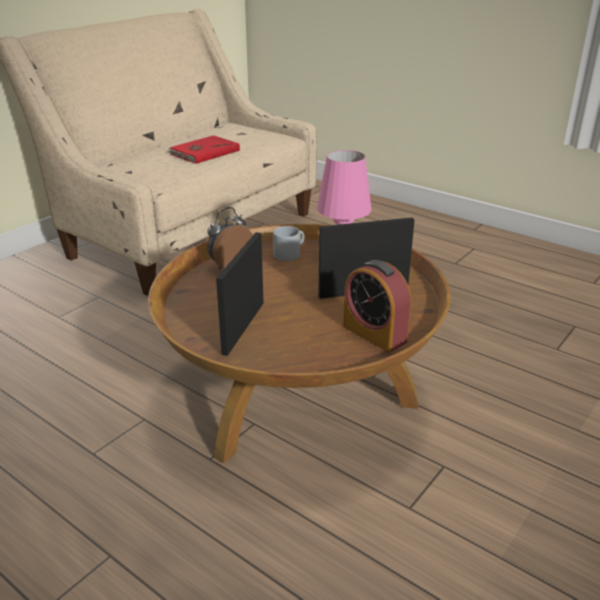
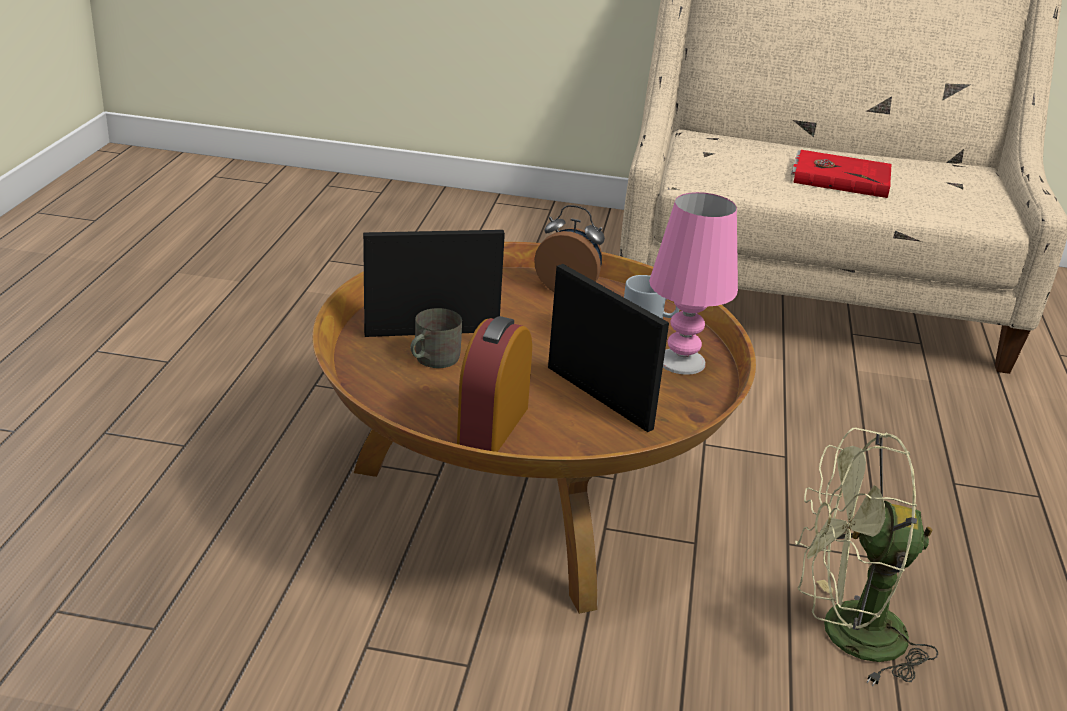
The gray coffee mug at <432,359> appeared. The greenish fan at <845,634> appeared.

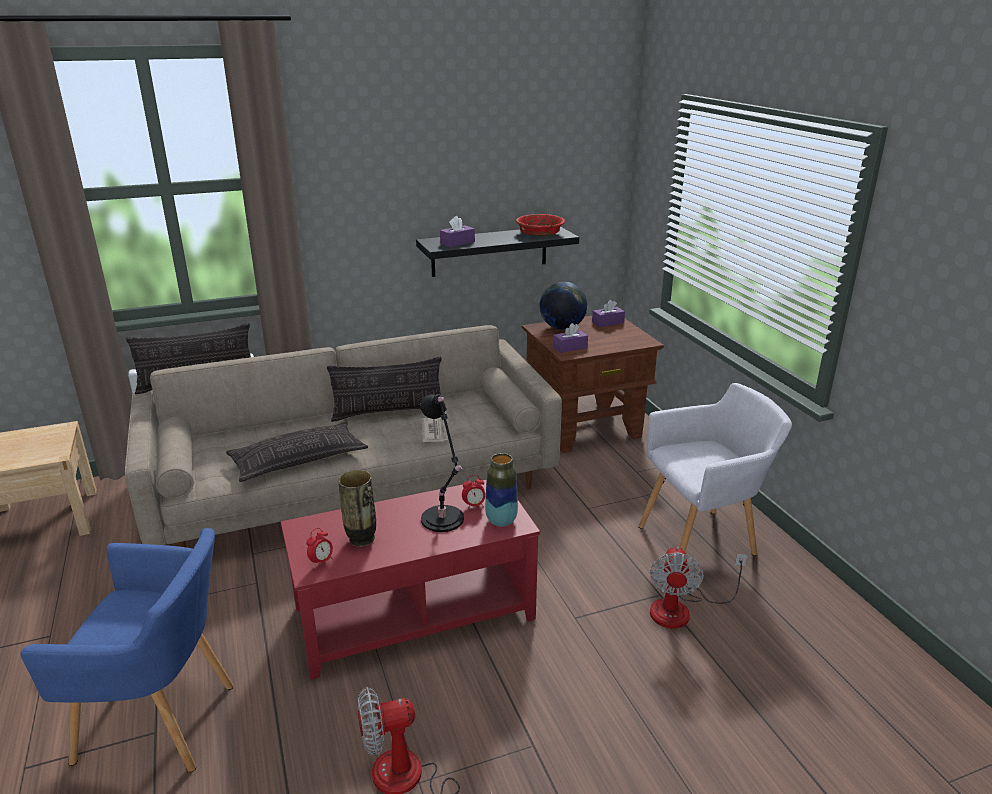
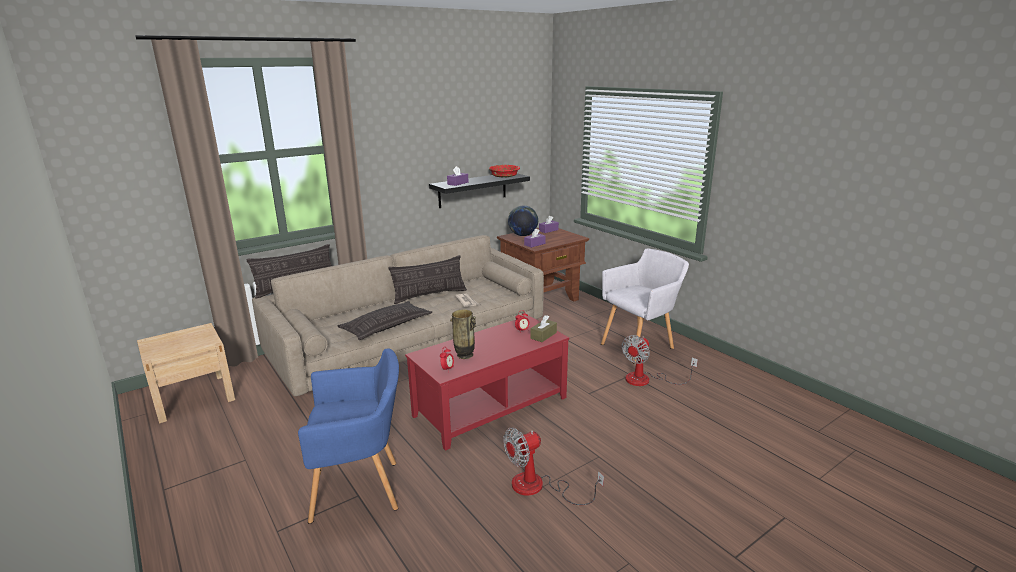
The black-coloured lamp for a table at <443,521> disappeared. The decorative vase at <501,521> was replaced by the brown-coloured box of tissues at <543,335>. The fan at <682,609> turned 45 degrees clockwise.

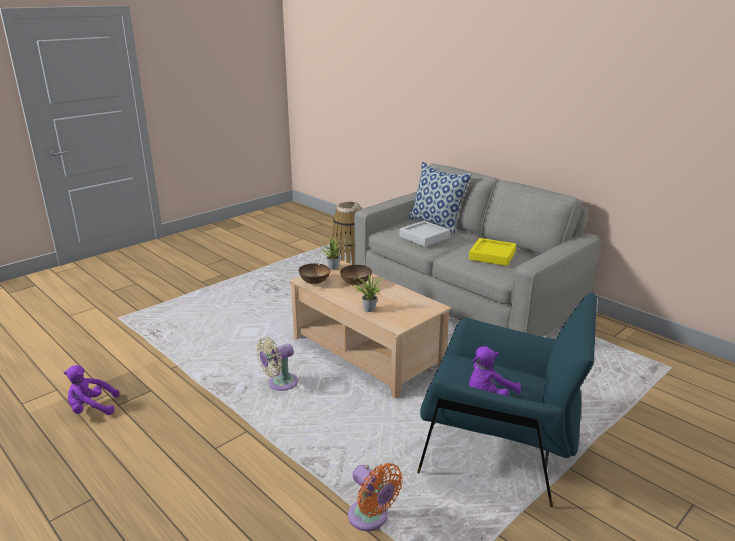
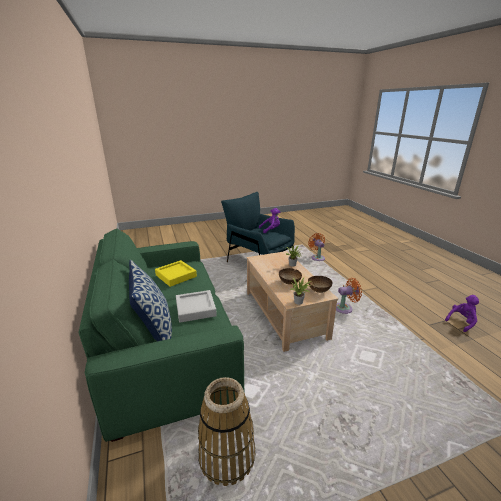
The beige-coloured fan at <279,384> became the orangey fan at <345,308>. The gray couch at <466,294> became the greenish couch at <167,344>. The purplish cuddly toy at <92,408> turned 45 degrees counterclockwise.

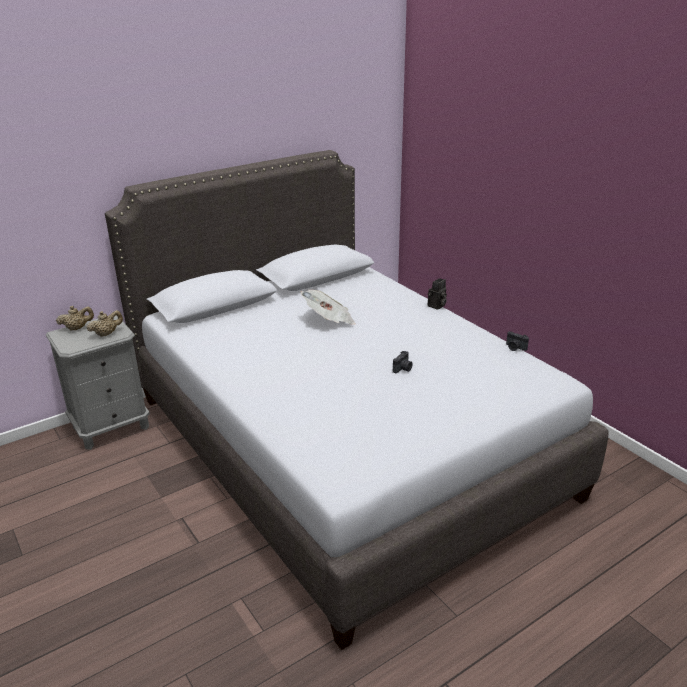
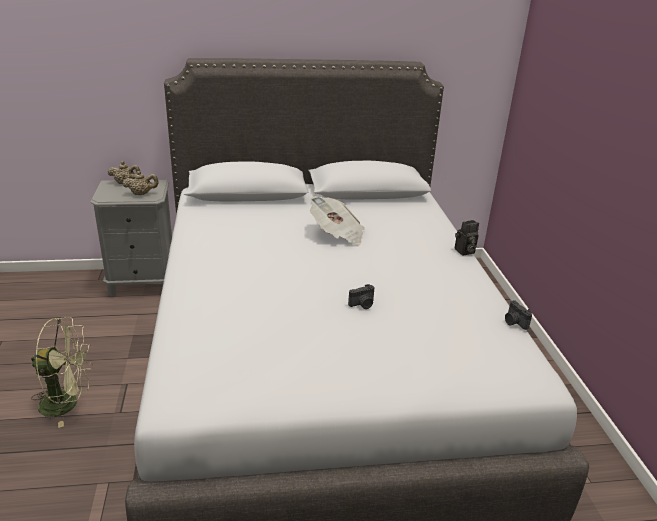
The greenish fan at <67,403> appeared.

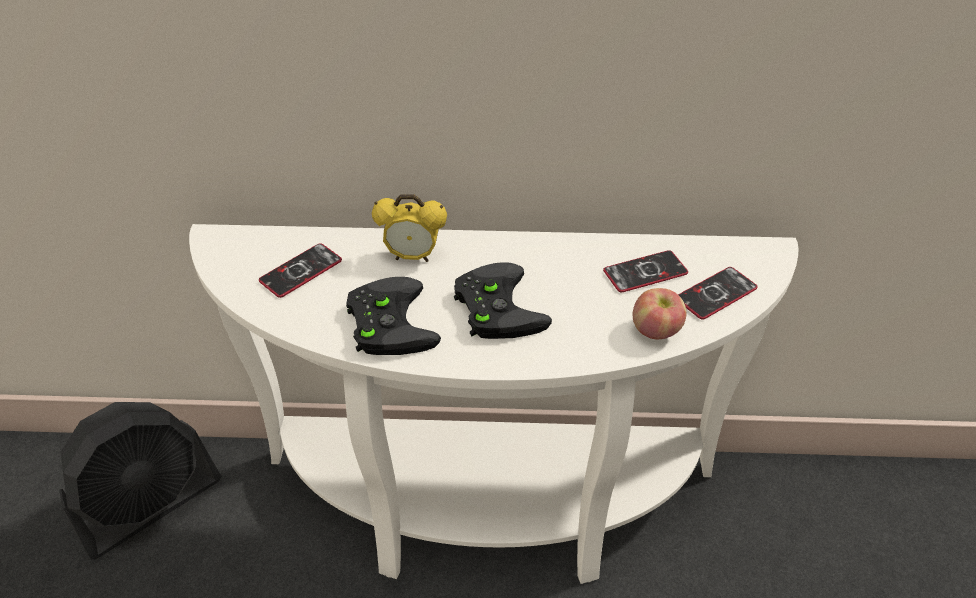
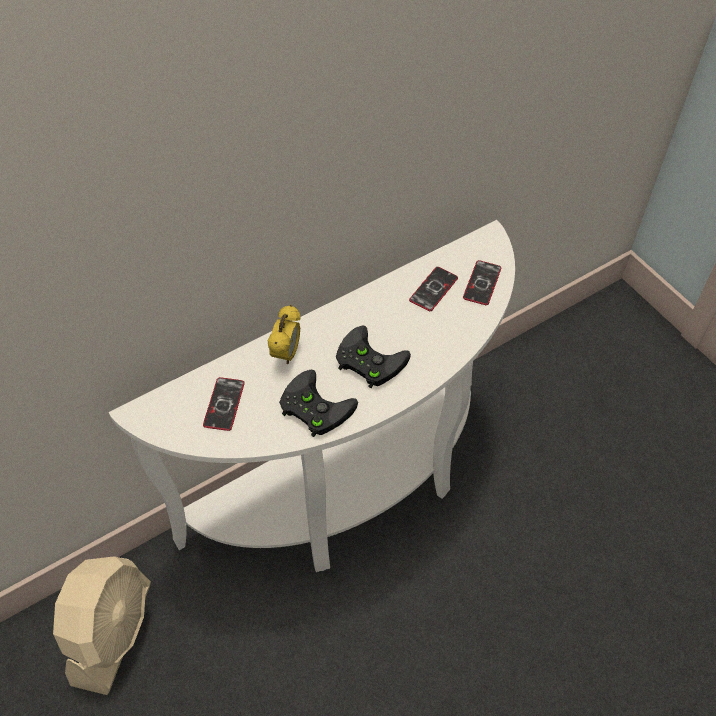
The whole apple at <655,330> disappeared. The black-coloured fan at <151,504> became the beige-coloured fan at <113,632>. The table clock at <413,257> turned 45 degrees counterclockwise.

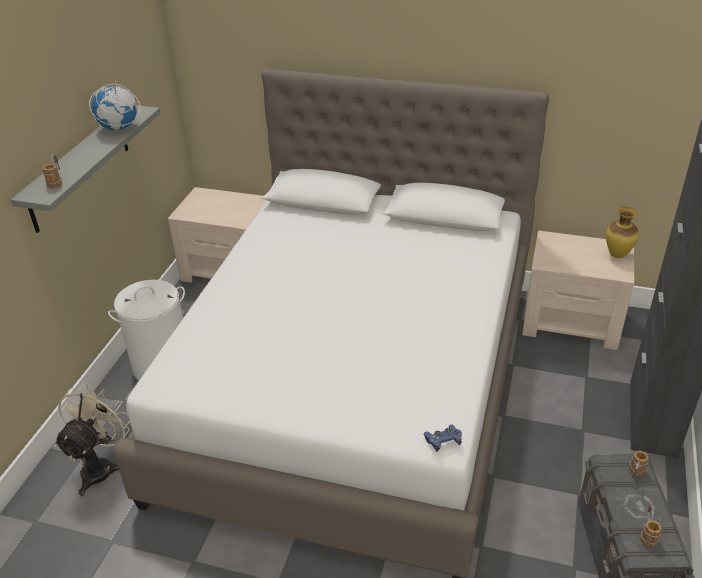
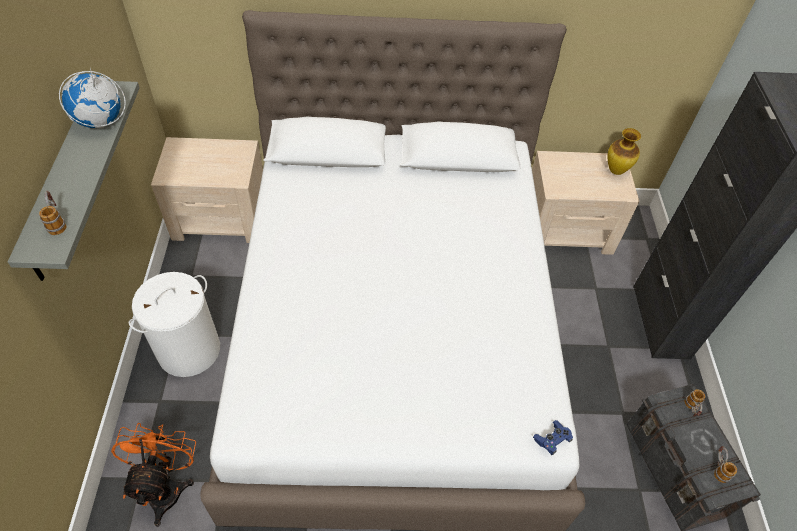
The beige-coloured fan at <101,466> became the orangey fan at <167,486>.

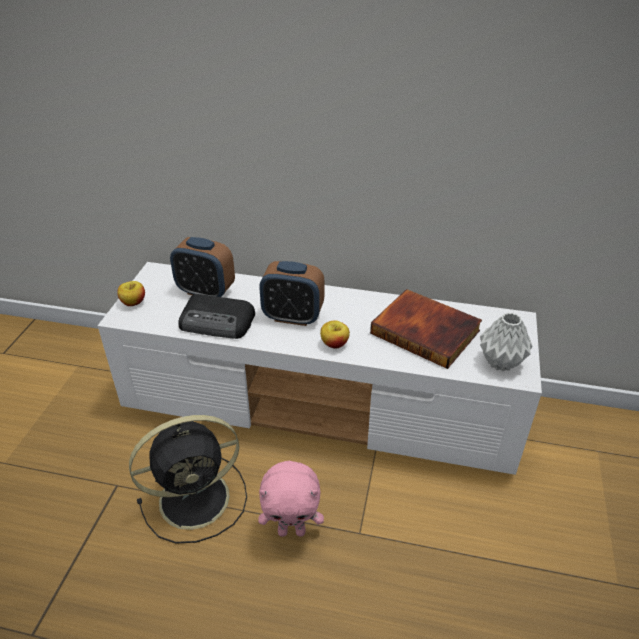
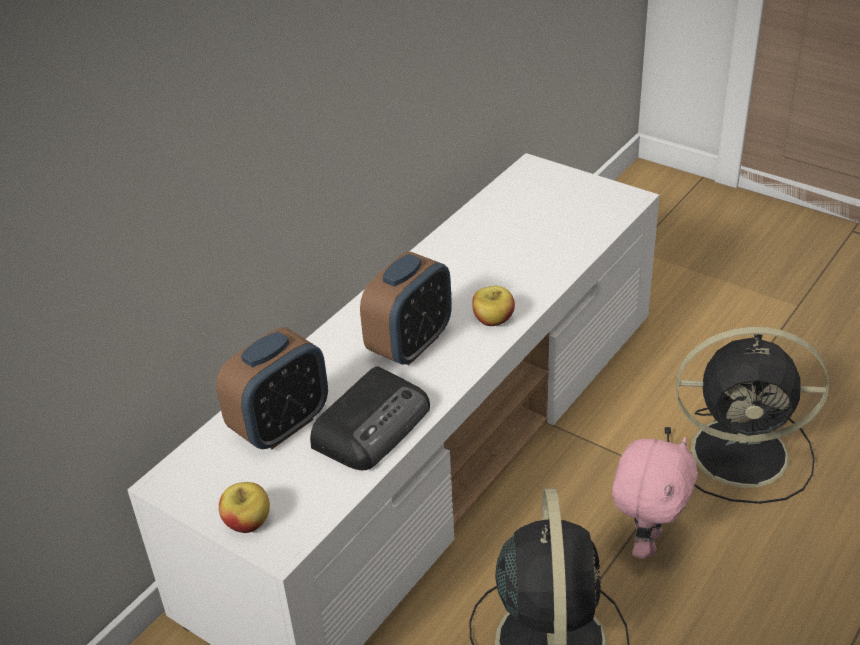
The volume at <426,331> disappeared. The gray decorative vase at <499,362> disappeared. The black-coloured fan at <744,453> appeared.

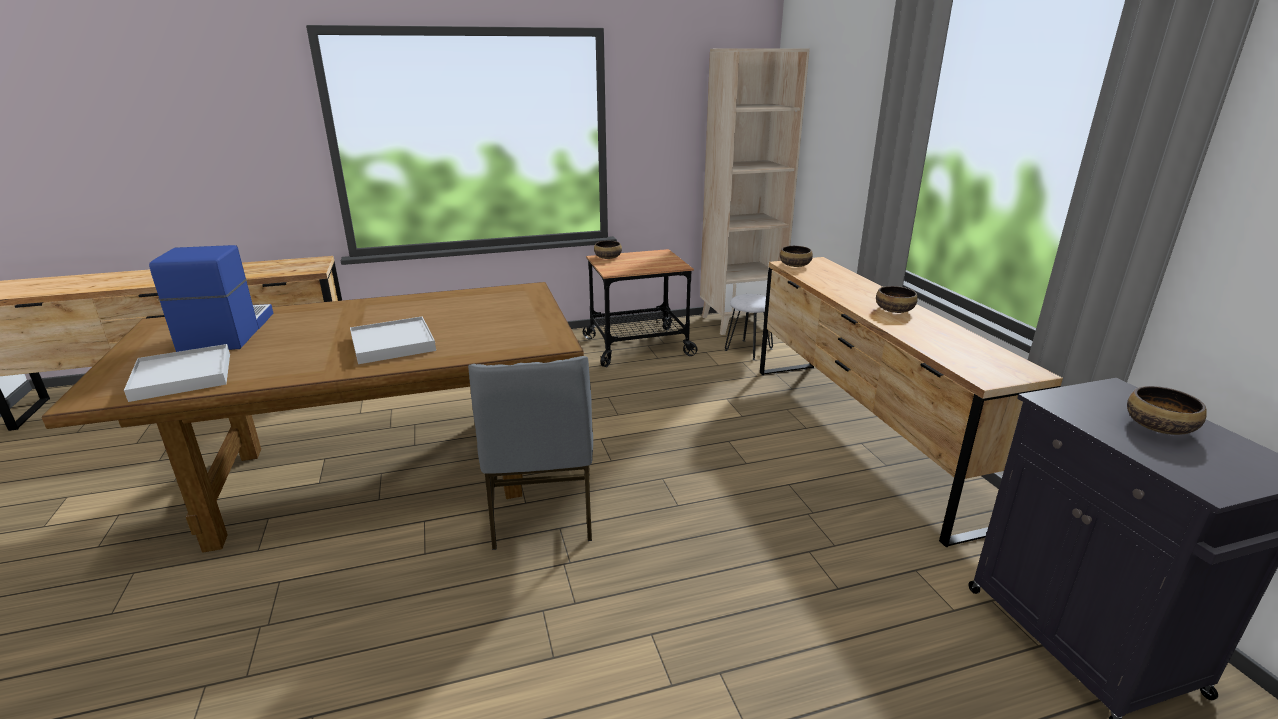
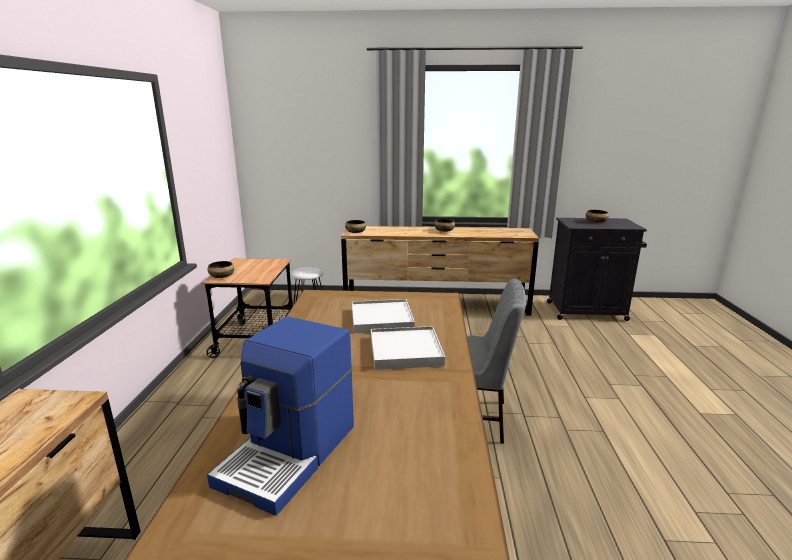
The beige-coloured bookcase at <739,322> disappeared. The whitish carrying tray moved from <182,376> to <381,319>. The coffee machine at <226,332> turned 75 degrees counterclockwise.

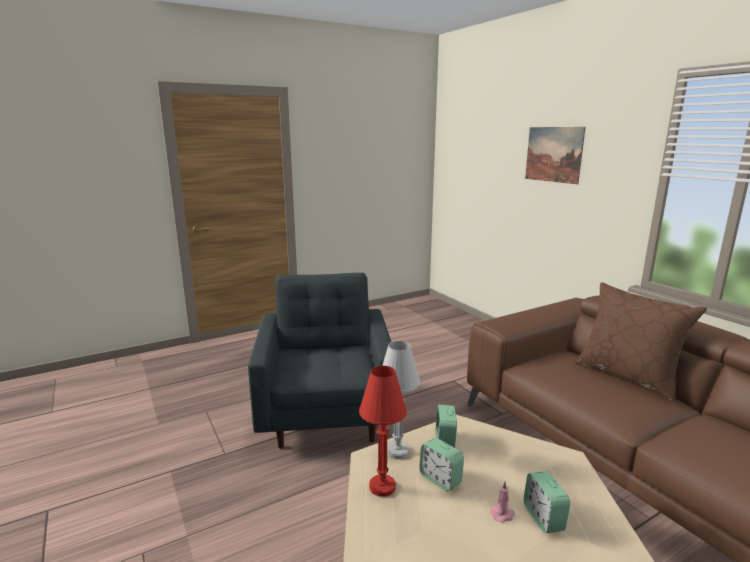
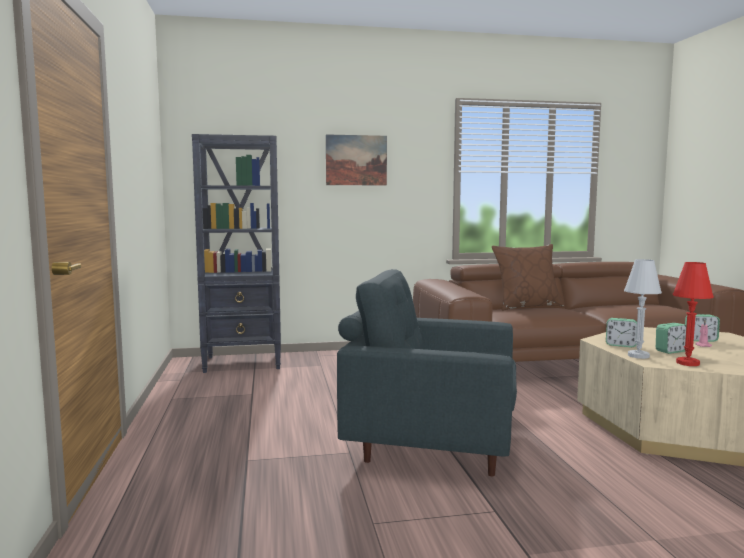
The black-coloured bookcase at <244,363> appeared.

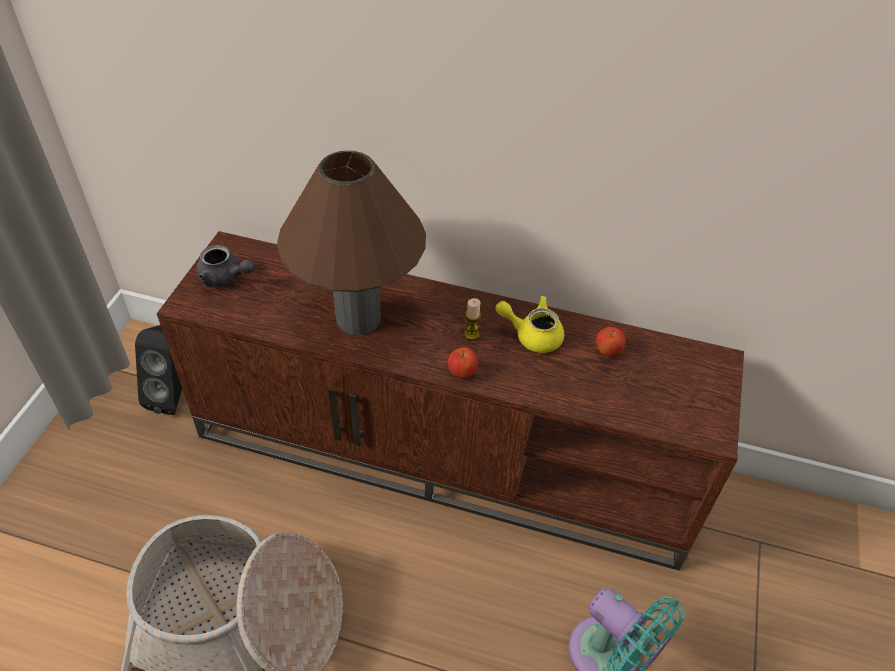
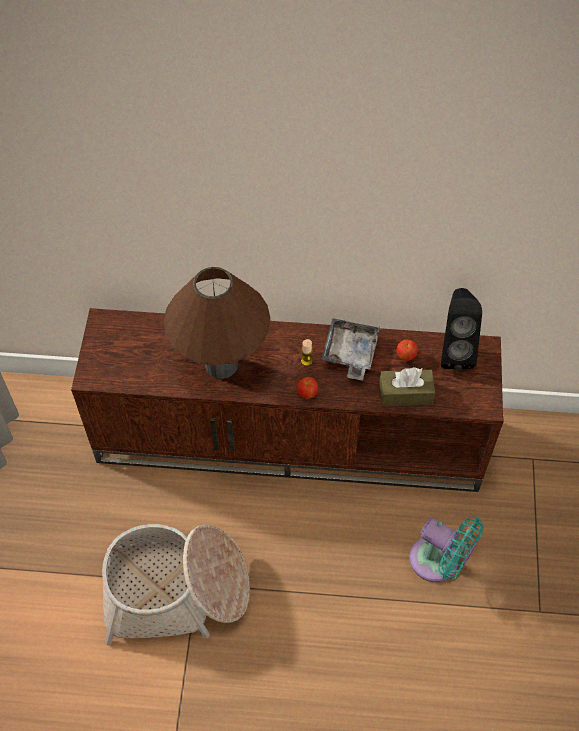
The gray tea pot at <225,278> disappeared. The brown-coloured box of tissues at <405,393> appeared. The black-coloured loudspeaker moved from <174,395> to <454,350>. The yellow tea pot at <532,335> was replaced by the gray carrying tray at <350,353>.

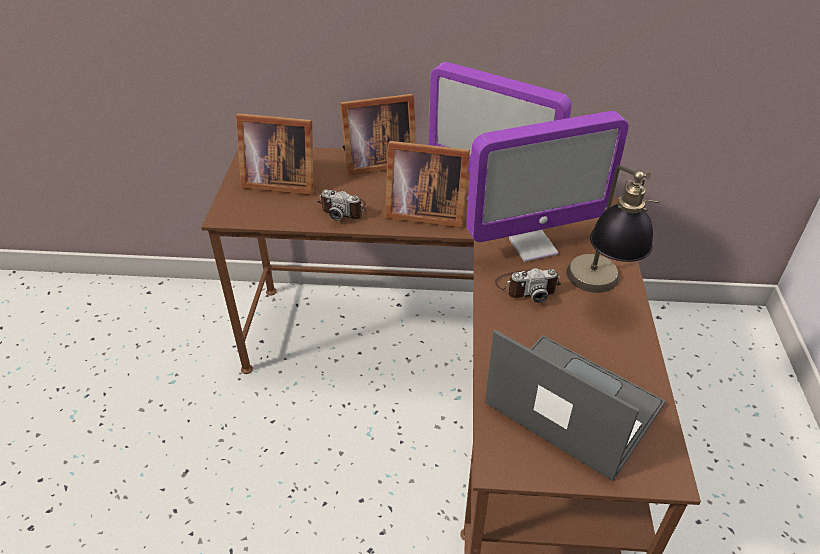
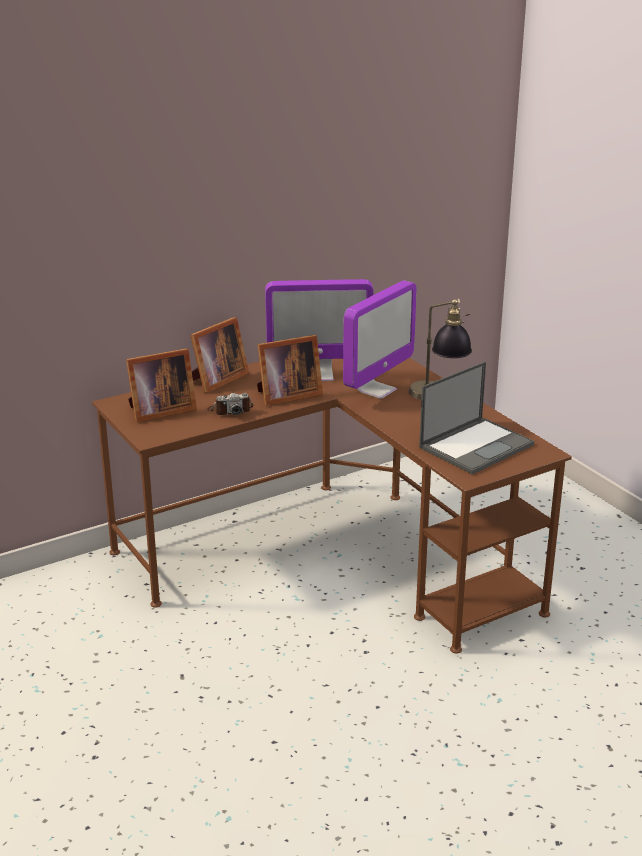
The photo camera at <526,287> disappeared. The portable computer at <571,403> turned 135 degrees clockwise.

